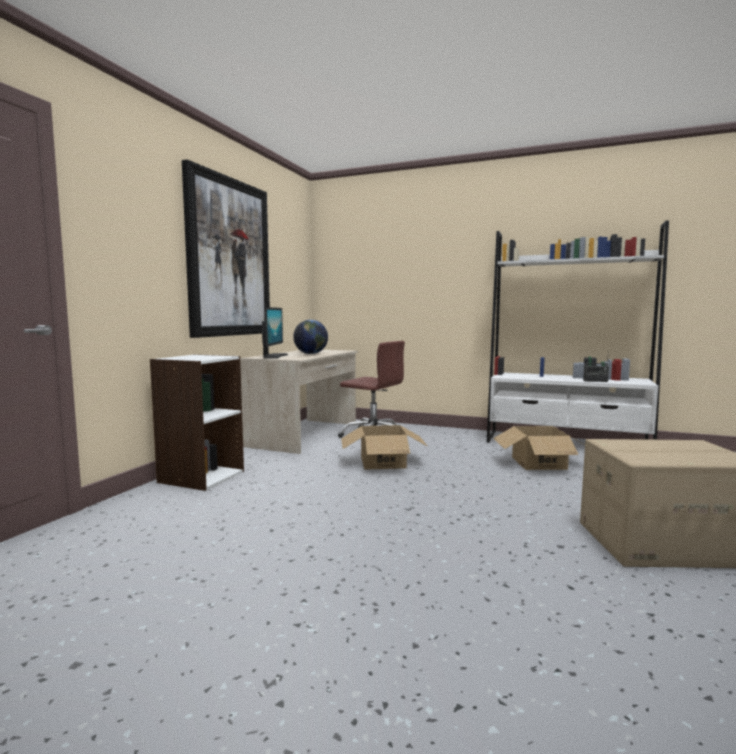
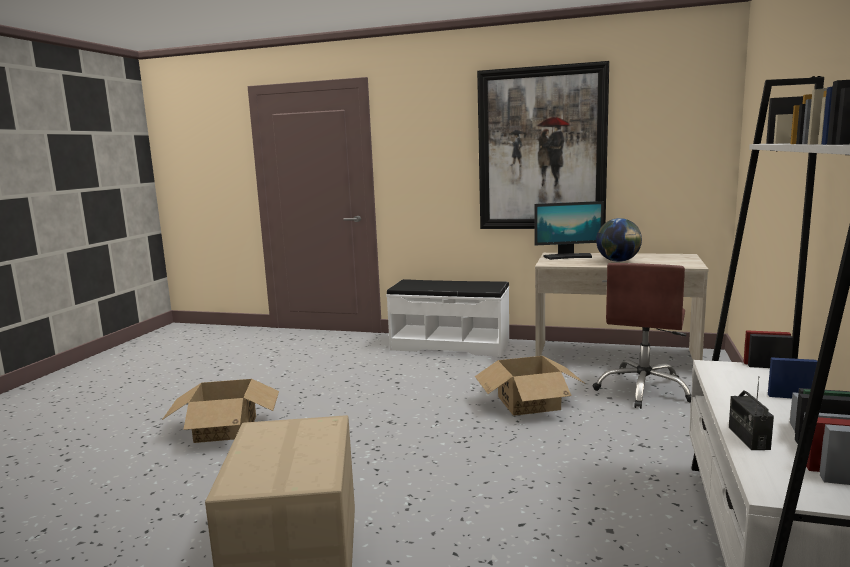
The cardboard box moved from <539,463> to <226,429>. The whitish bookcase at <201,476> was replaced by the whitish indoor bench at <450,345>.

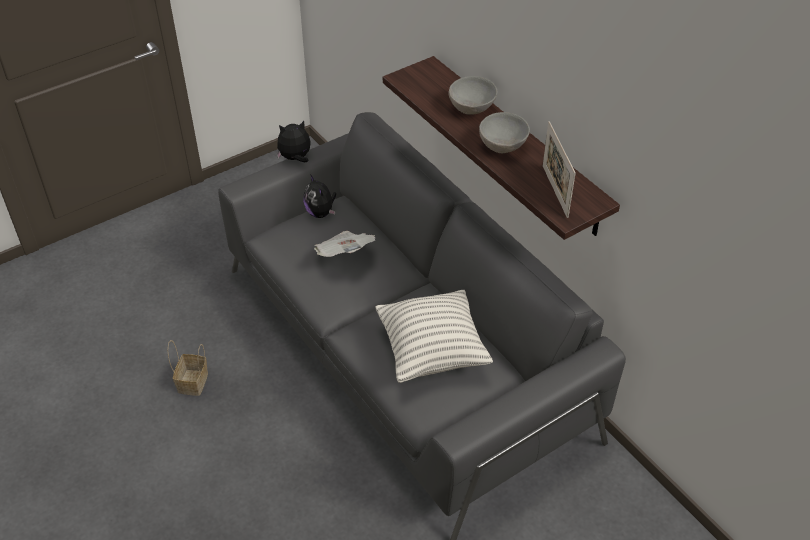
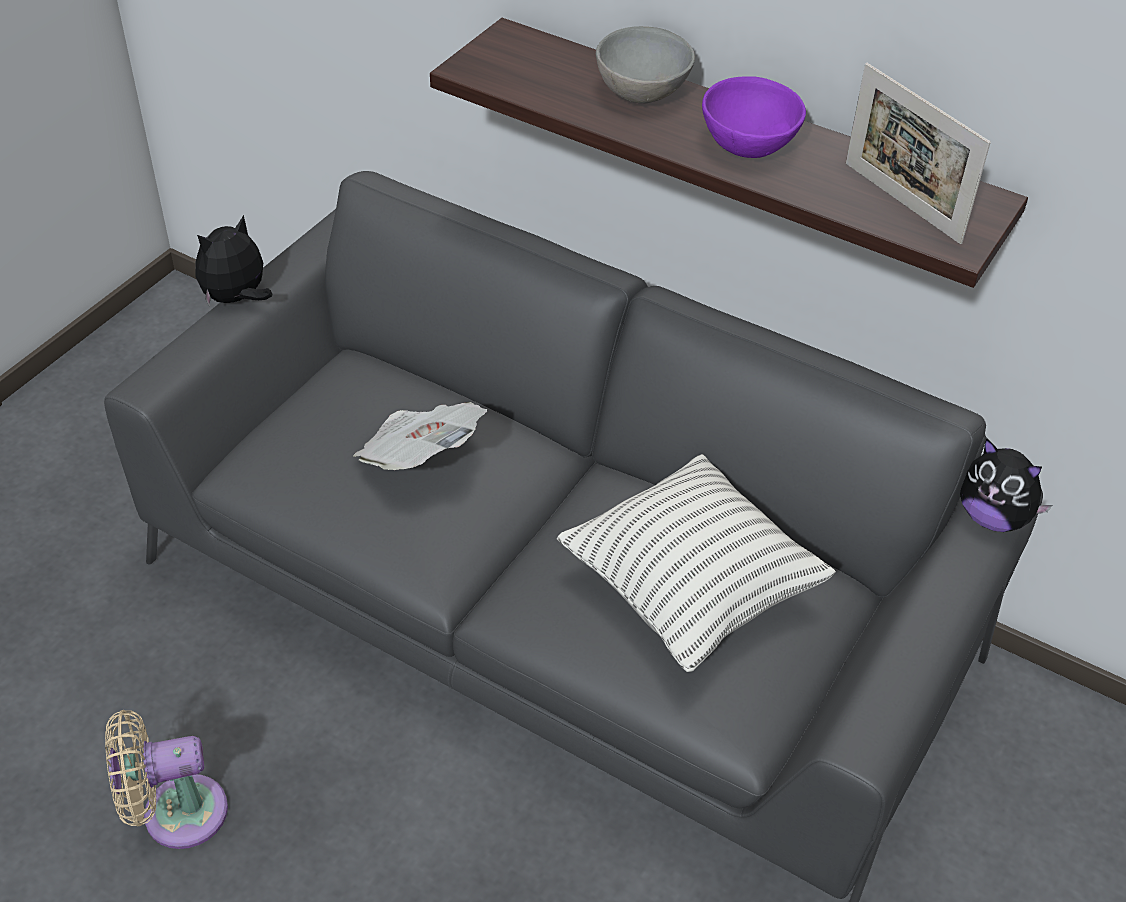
The cuddly toy moved from <321,213> to <993,517>. The household basket at <193,383> was replaced by the beige-coloured fan at <175,813>. The gray serving bowl at <503,146> became the purplish serving bowl at <749,146>.

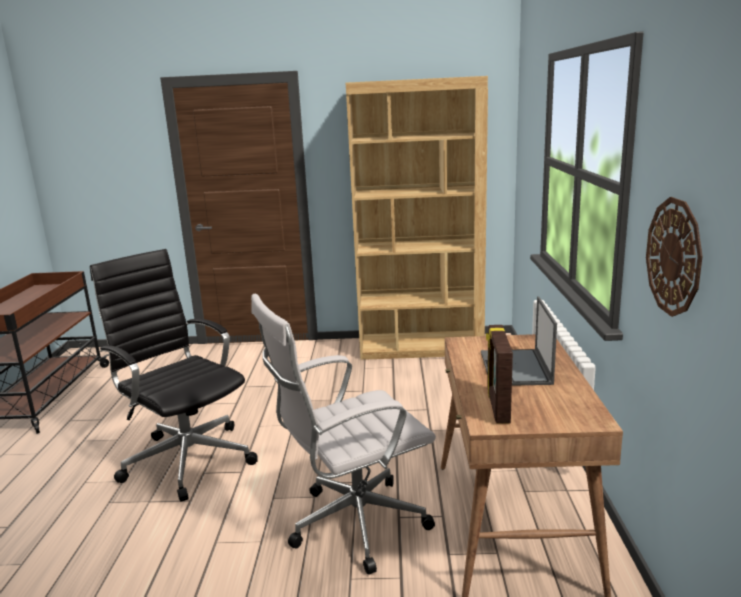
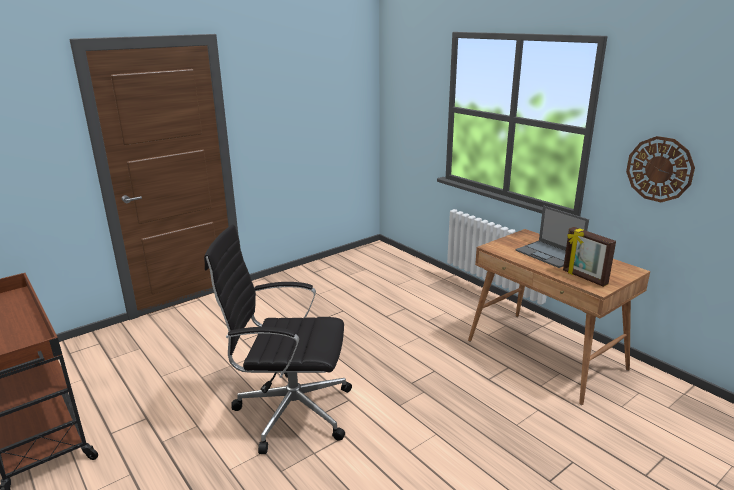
The whitish office chair at <352,525> disappeared. The brown-coloured bookcase at <421,348> disappeared.

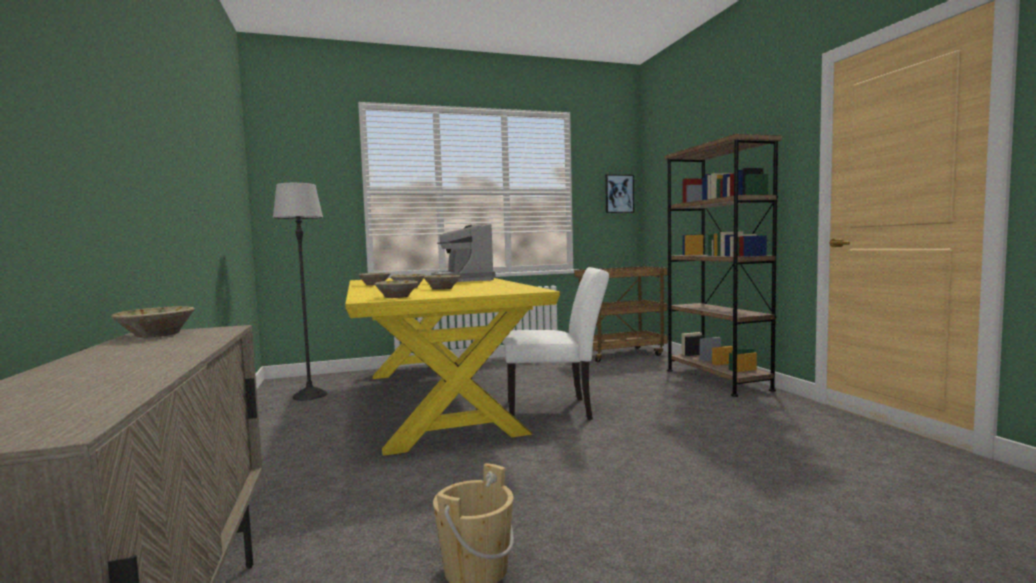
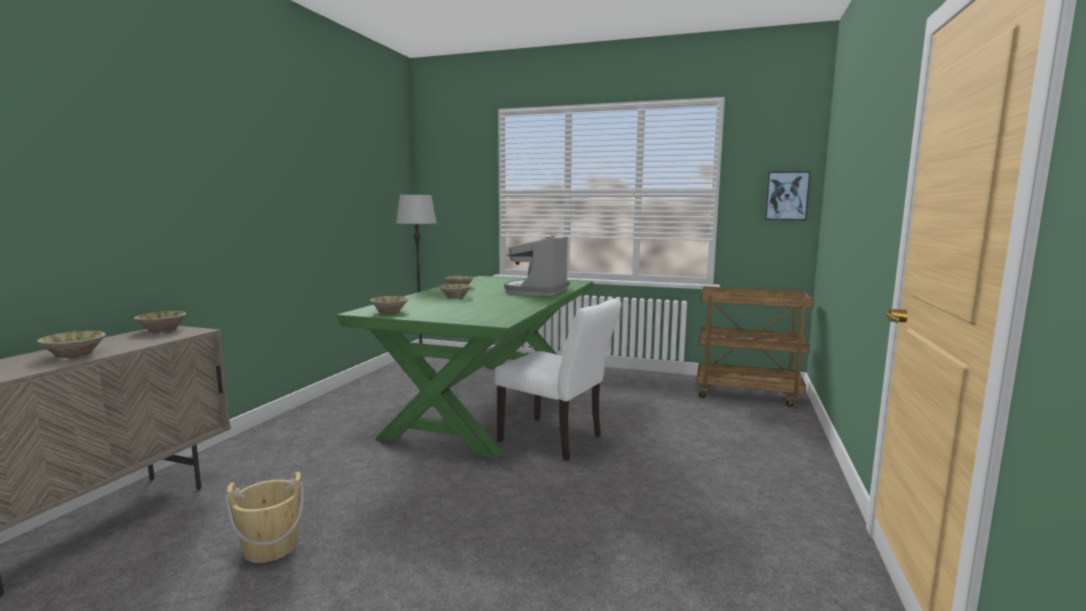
The brown-coloured bookcase at <717,380> disappeared. The beige-coloured serving bowl moved from <442,288> to <74,354>. The yellow dinner table at <437,399> became the greenish dinner table at <491,400>.

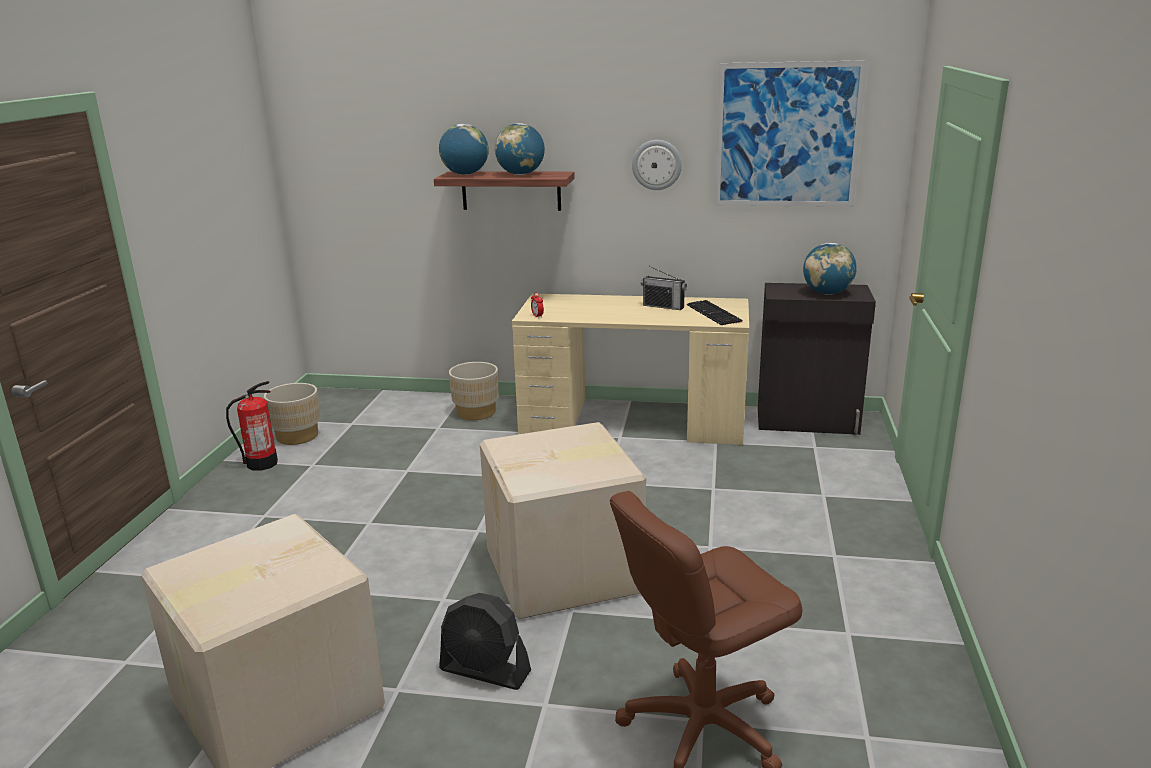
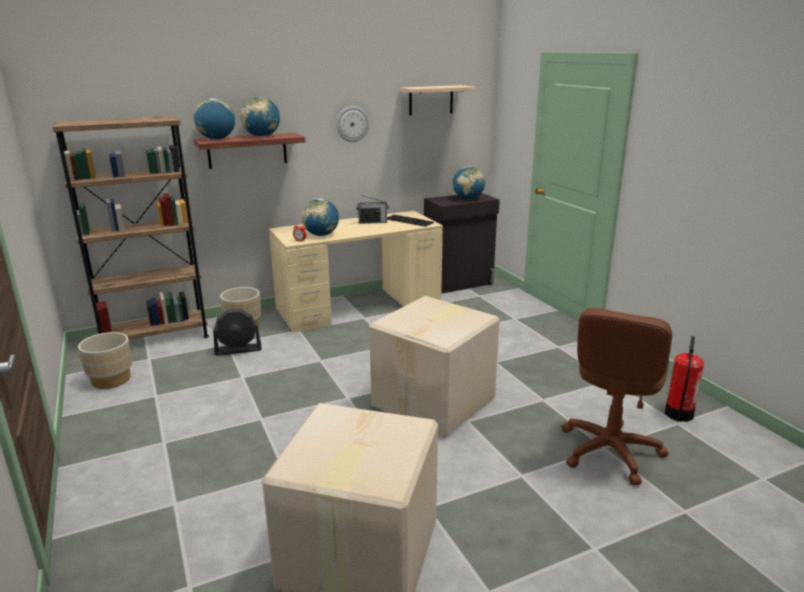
The brown-coloured bookcase at <155,338> appeared. The world globe at <321,235> appeared. The fire-fighting cylinder moved from <261,463> to <678,414>. The black-coloured fan moved from <485,671> to <238,349>. The wall picture at <787,135> was replaced by the shelf at <431,100>.

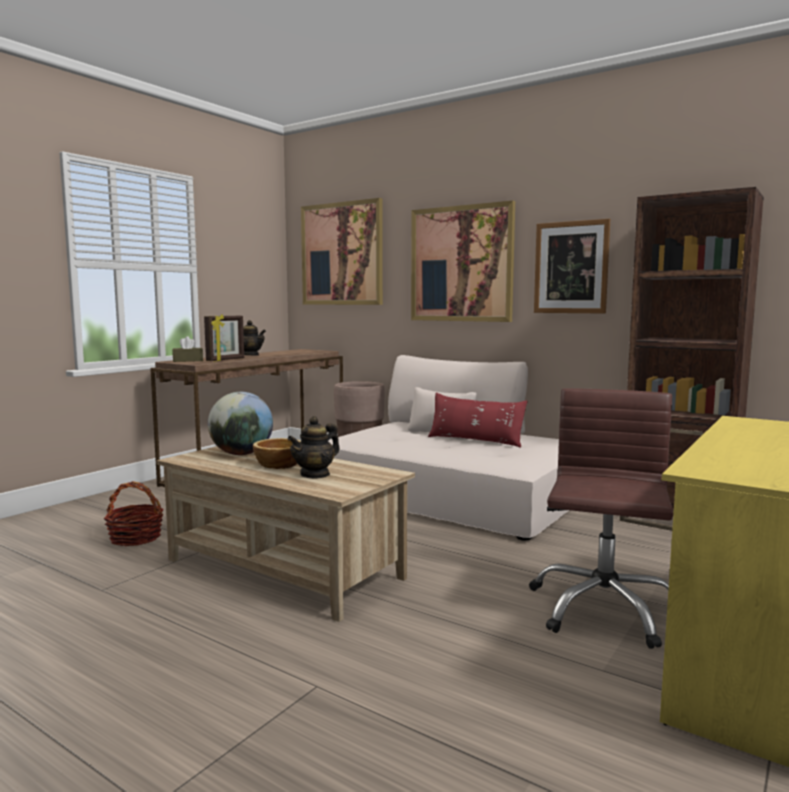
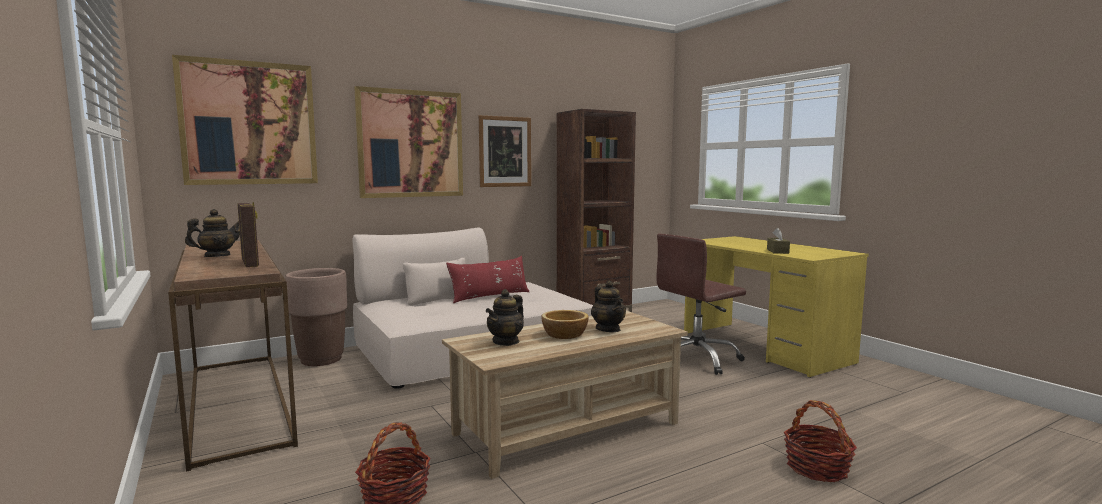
The household basket at <817,468> appeared. The brown-coloured box of tissues moved from <188,360> to <777,251>. The world globe at <241,454> was replaced by the tea pot at <506,341>. The brown-coloured office chair at <602,608> turned 75 degrees counterclockwise.

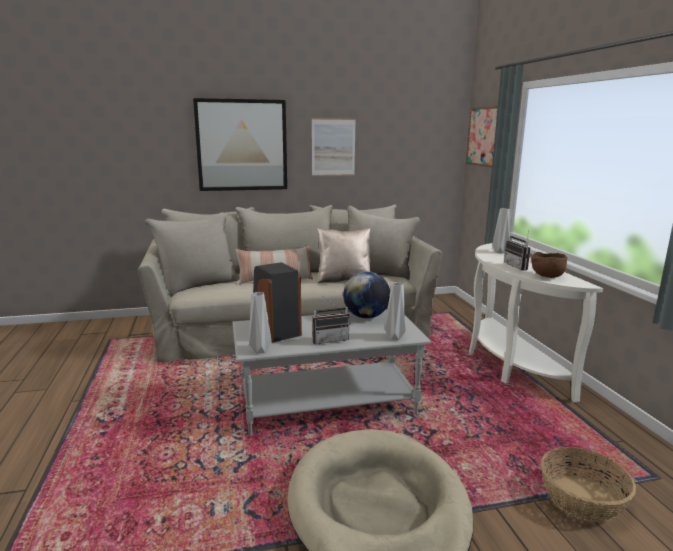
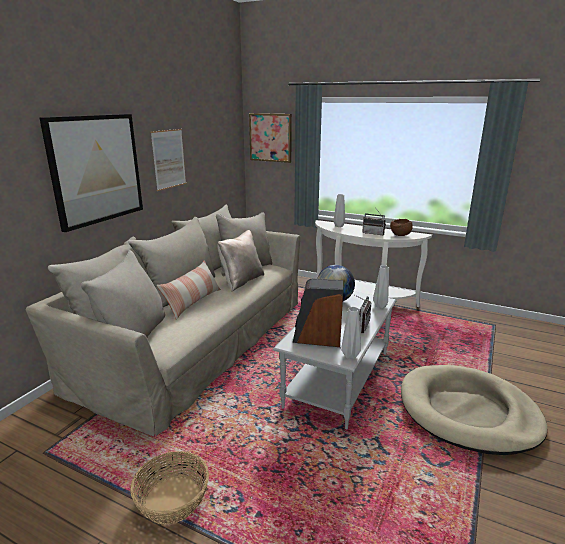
The household basket moved from <581,498> to <172,499>.

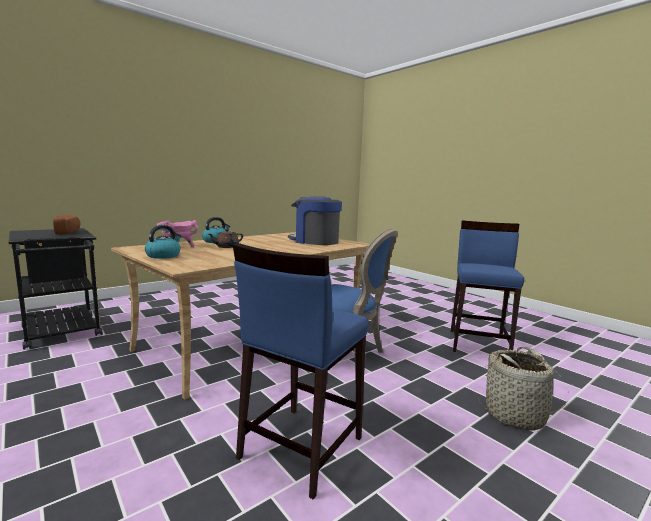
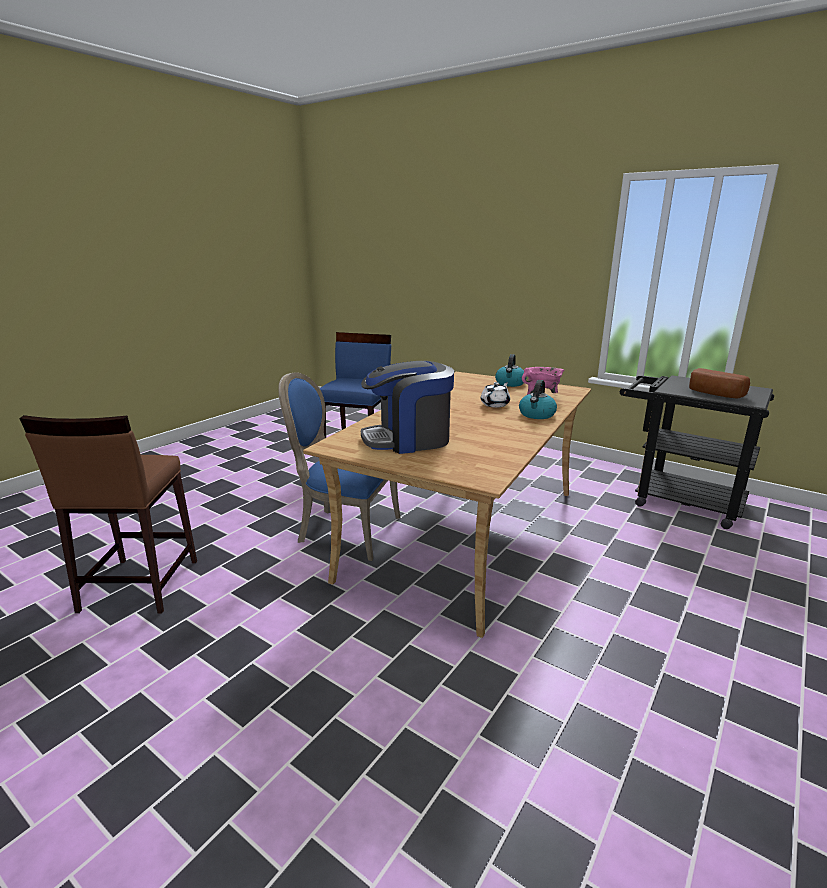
The household basket at <515,416> disappeared. The brown-coloured tea pot at <226,247> became the whitish tea pot at <495,404>. The bluish stool at <479,344> became the brown-coloured stool at <138,585>. The coffee machine at <315,241> turned 150 degrees clockwise.

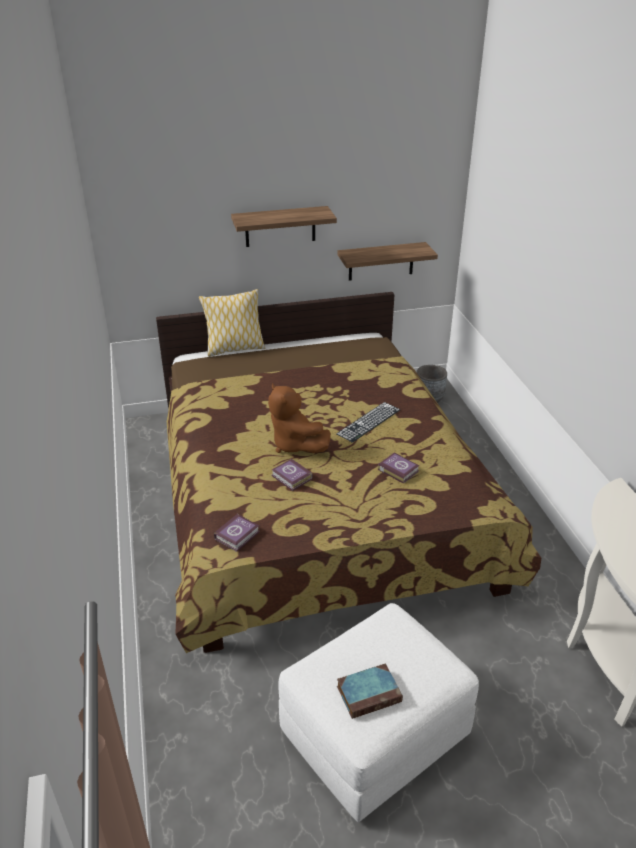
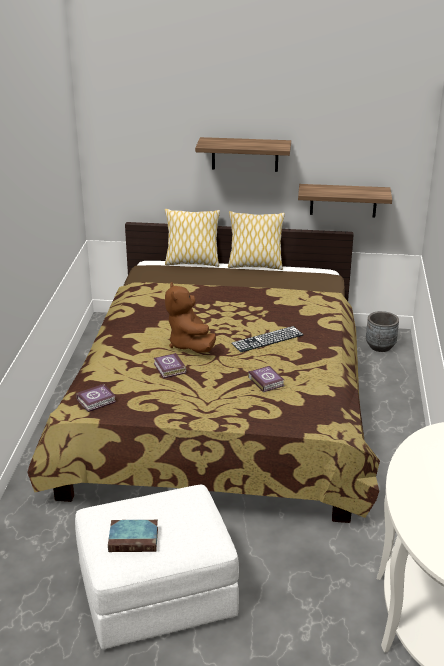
The throw pillow at <255,265> appeared.

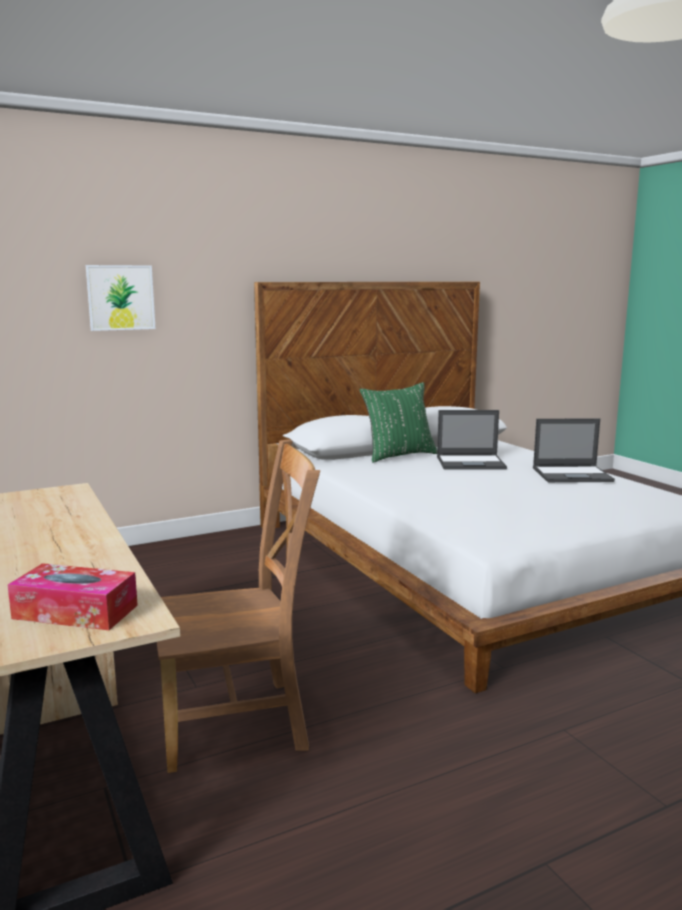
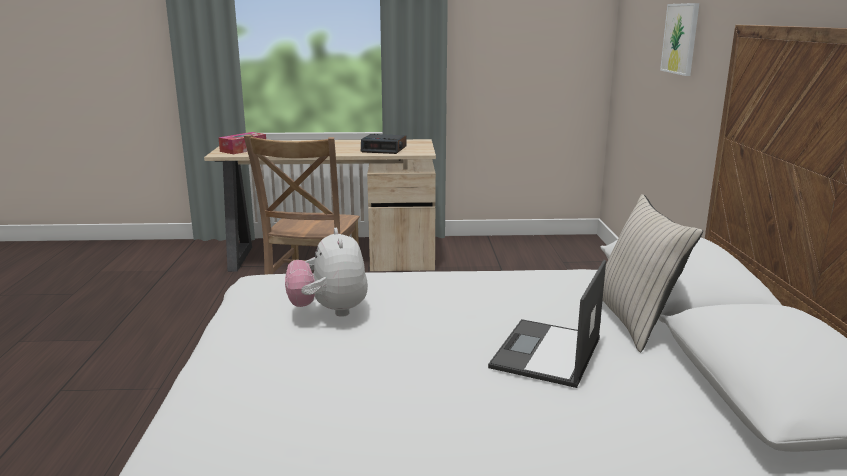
The portable computer at <573,475> disappeared. The cuddly toy at <329,311> appeared. The table clock at <384,149> appeared. The greenish throw pillow at <398,455> became the beige-coloured throw pillow at <635,320>.

